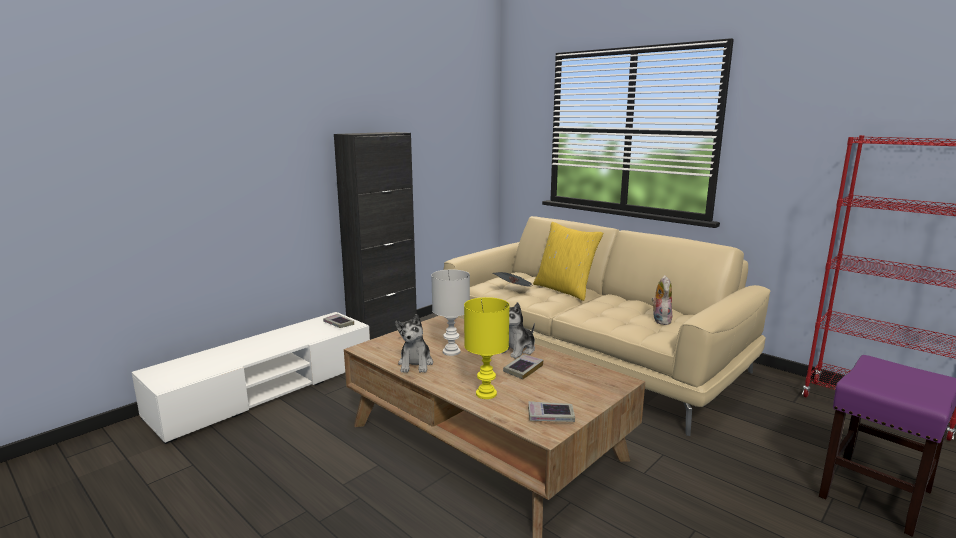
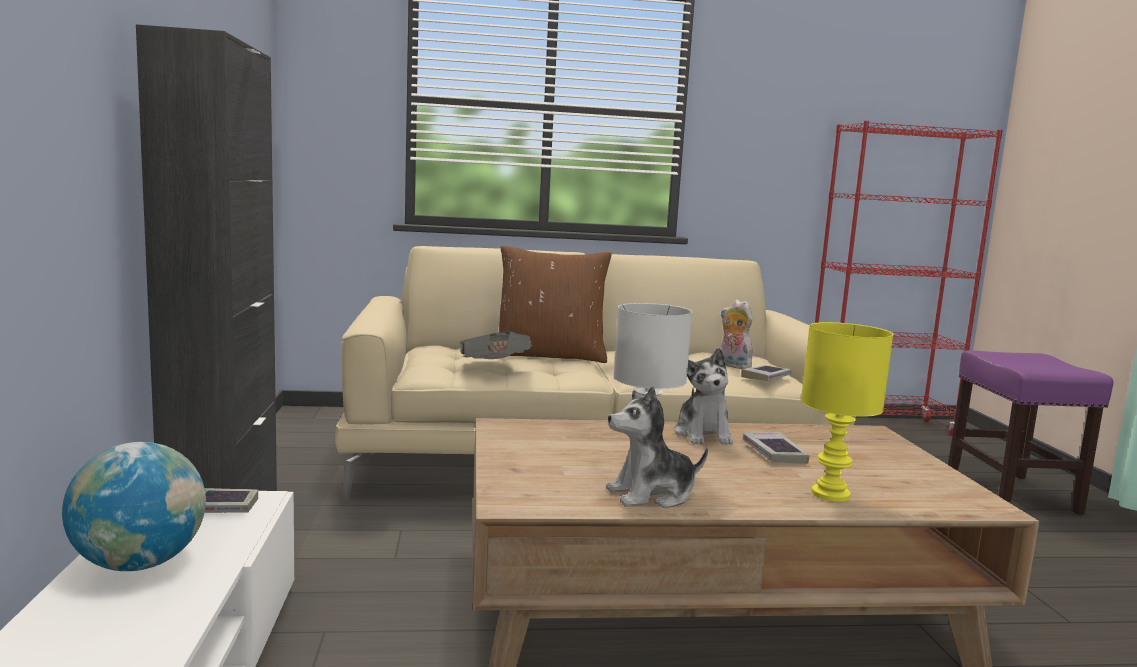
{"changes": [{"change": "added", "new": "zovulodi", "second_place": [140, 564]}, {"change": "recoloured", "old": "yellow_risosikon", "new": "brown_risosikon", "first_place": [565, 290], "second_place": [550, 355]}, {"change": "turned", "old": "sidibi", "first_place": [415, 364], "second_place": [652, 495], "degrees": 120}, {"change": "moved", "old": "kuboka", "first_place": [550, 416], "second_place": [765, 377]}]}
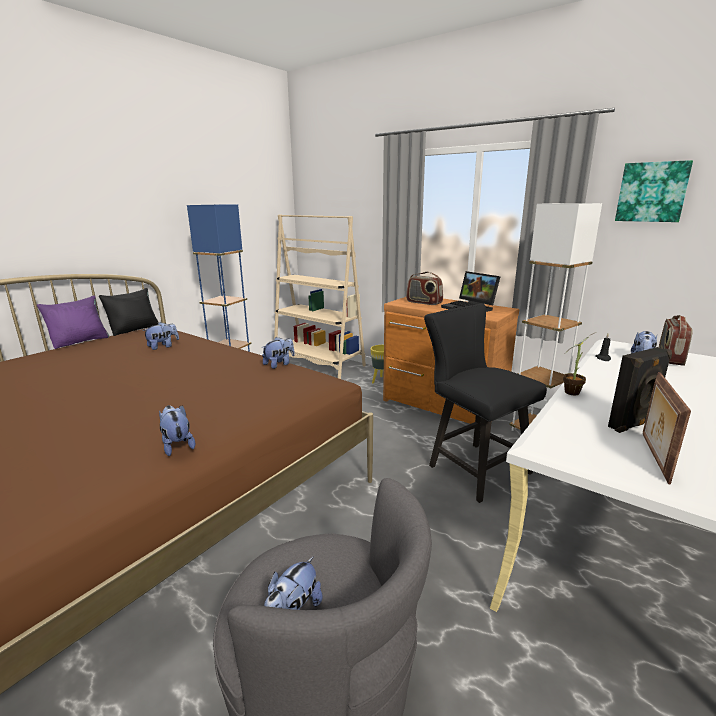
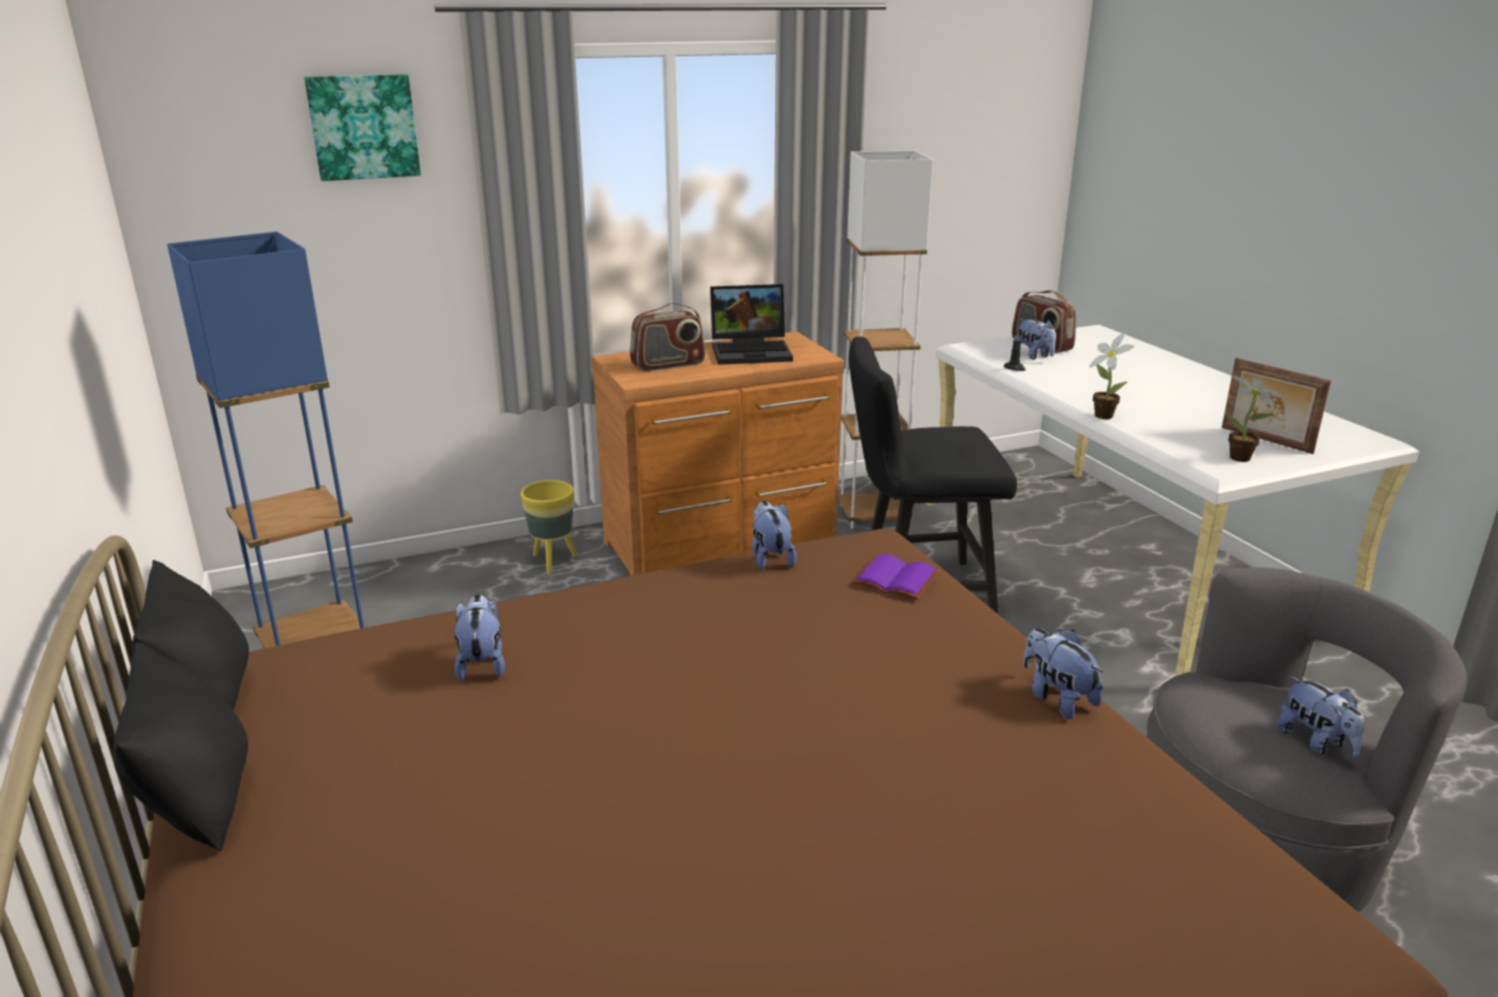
{"changes": [{"change": "recoloured", "old": "purple_risosikon", "new": "black_risosikon", "first_place": [80, 341], "second_place": [198, 802]}, {"change": "moved", "old": "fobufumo", "first_place": [652, 192], "second_place": [363, 127]}, {"change": "added", "new": "purple_kuboka", "second_place": [893, 580]}, {"change": "turned", "old": "sidibi", "first_place": [177, 445], "second_place": [1057, 698], "degrees": 60}, {"change": "added", "new": "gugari", "second_place": [1242, 459]}, {"change": "removed", "old": "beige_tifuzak", "first_place": [318, 363]}, {"change": "removed", "old": "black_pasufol", "first_place": [633, 424]}]}
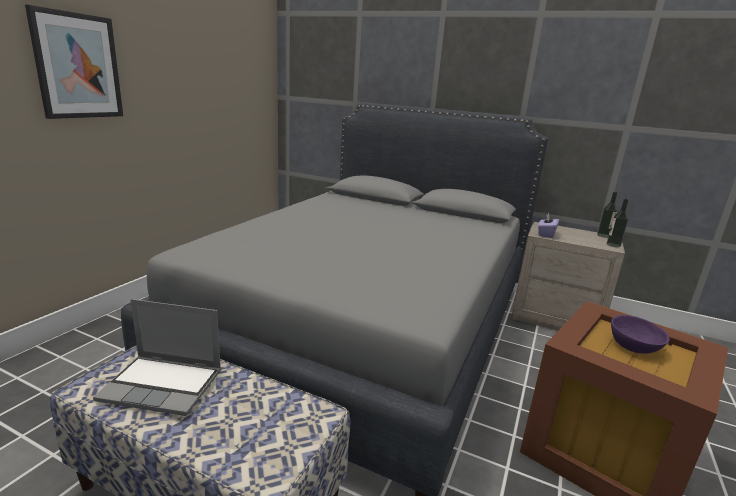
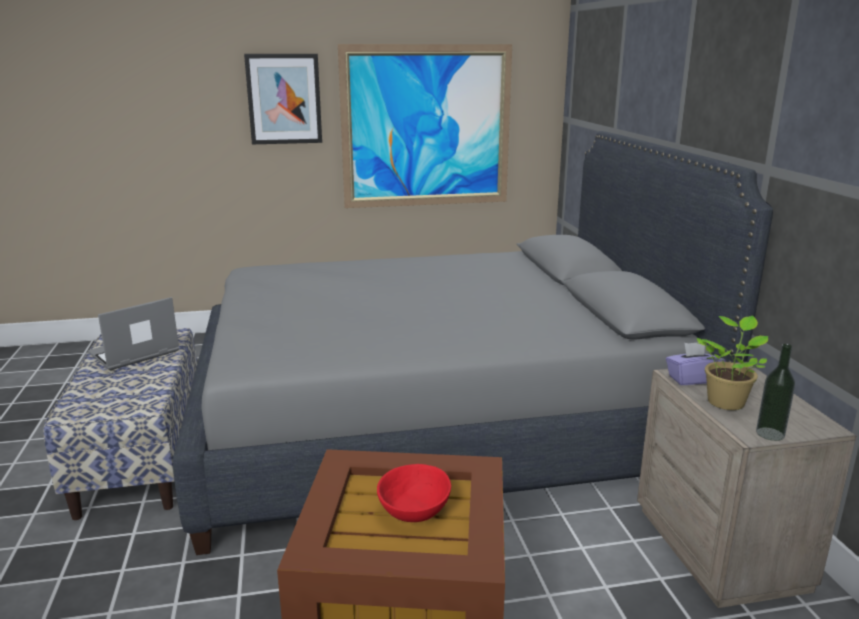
{"changes": [{"change": "turned", "old": "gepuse", "first_place": [164, 385], "second_place": [134, 353], "degrees": 75}, {"change": "added", "new": "fobufumo", "second_place": [426, 127]}, {"change": "recoloured", "old": "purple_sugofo", "new": "red_sugofo", "first_place": [632, 346], "second_place": [414, 510]}, {"change": "added", "new": "gugari", "second_place": [726, 401]}, {"change": "removed", "old": "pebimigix", "first_place": [603, 235]}]}
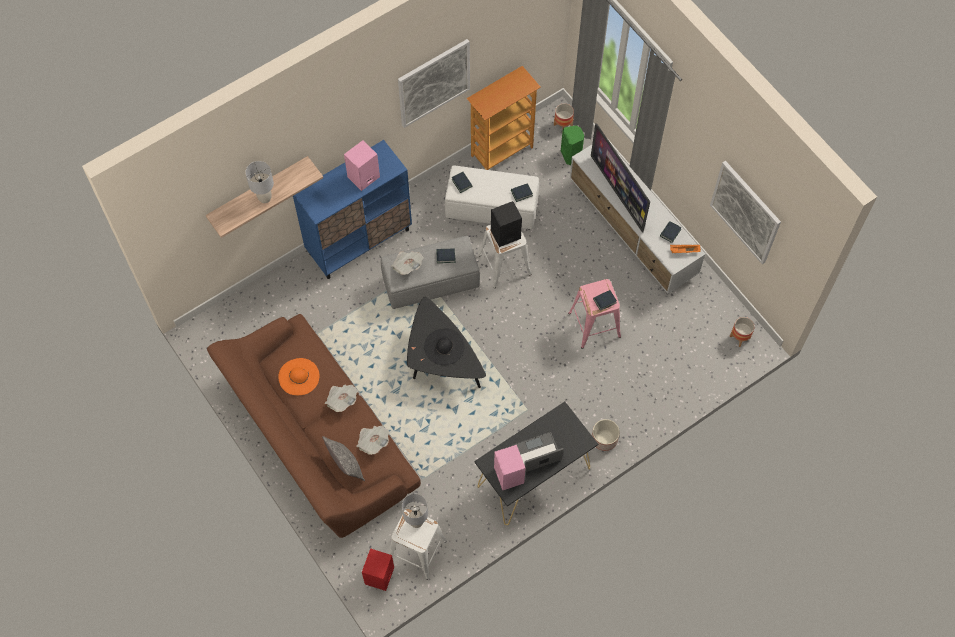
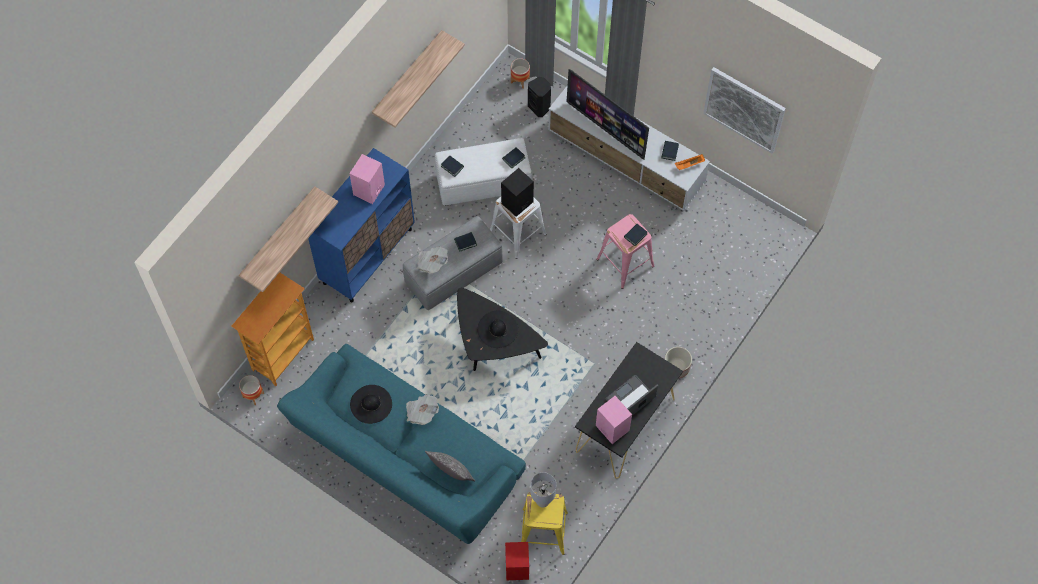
{"changes": [{"change": "moved", "old": "tifuzak", "first_place": [501, 151], "second_place": [282, 354]}, {"change": "moved", "old": "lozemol", "first_place": [739, 337], "second_place": [253, 395]}, {"change": "recoloured", "old": "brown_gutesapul", "new": "turquoise_gutesapul", "first_place": [319, 436], "second_place": [405, 456]}, {"change": "recoloured", "old": "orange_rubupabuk", "new": "black_rubupabuk", "first_place": [299, 376], "second_place": [371, 404]}, {"change": "replaced", "old": "fobufumo", "new": "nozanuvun", "first_place": [433, 82], "second_place": [407, 77]}, {"change": "recoloured", "old": "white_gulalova", "new": "yellow_gulalova", "first_place": [417, 551], "second_place": [543, 532]}, {"change": "recoloured", "old": "green_pasufol", "new": "black_pasufol", "first_place": [571, 155], "second_place": [540, 107]}, {"change": "removed", "old": "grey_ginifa", "first_place": [264, 198]}, {"change": "removed", "old": "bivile", "first_place": [373, 442]}]}
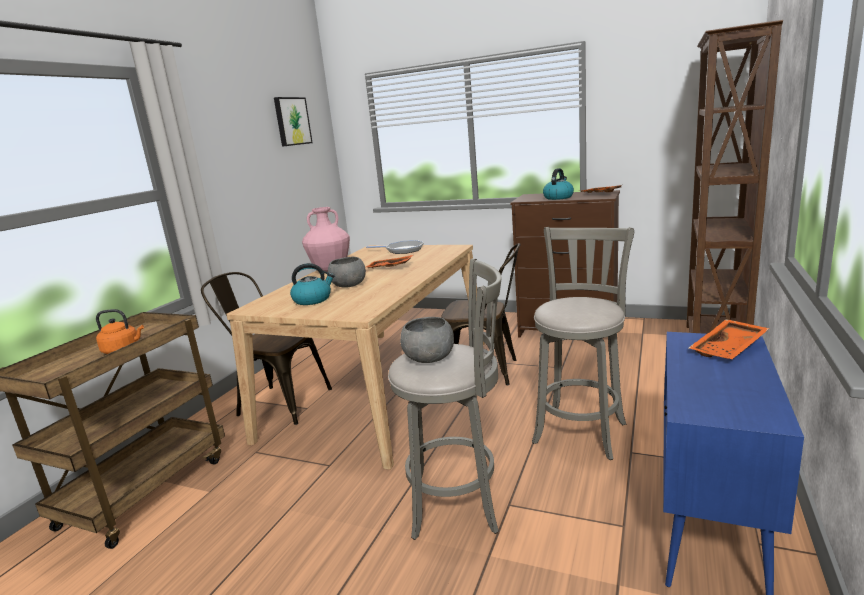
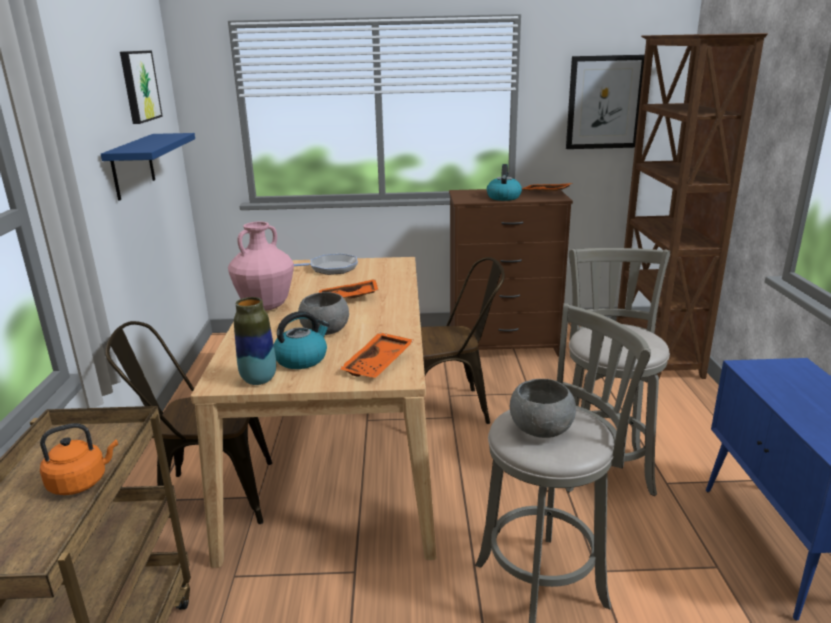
{"changes": [{"change": "added", "new": "blue_nozanuvun", "second_place": [132, 166]}, {"change": "added", "new": "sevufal", "second_place": [259, 379]}, {"change": "moved", "old": "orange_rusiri", "first_place": [729, 349], "second_place": [379, 364]}, {"change": "added", "new": "fobufumo", "second_place": [604, 102]}]}
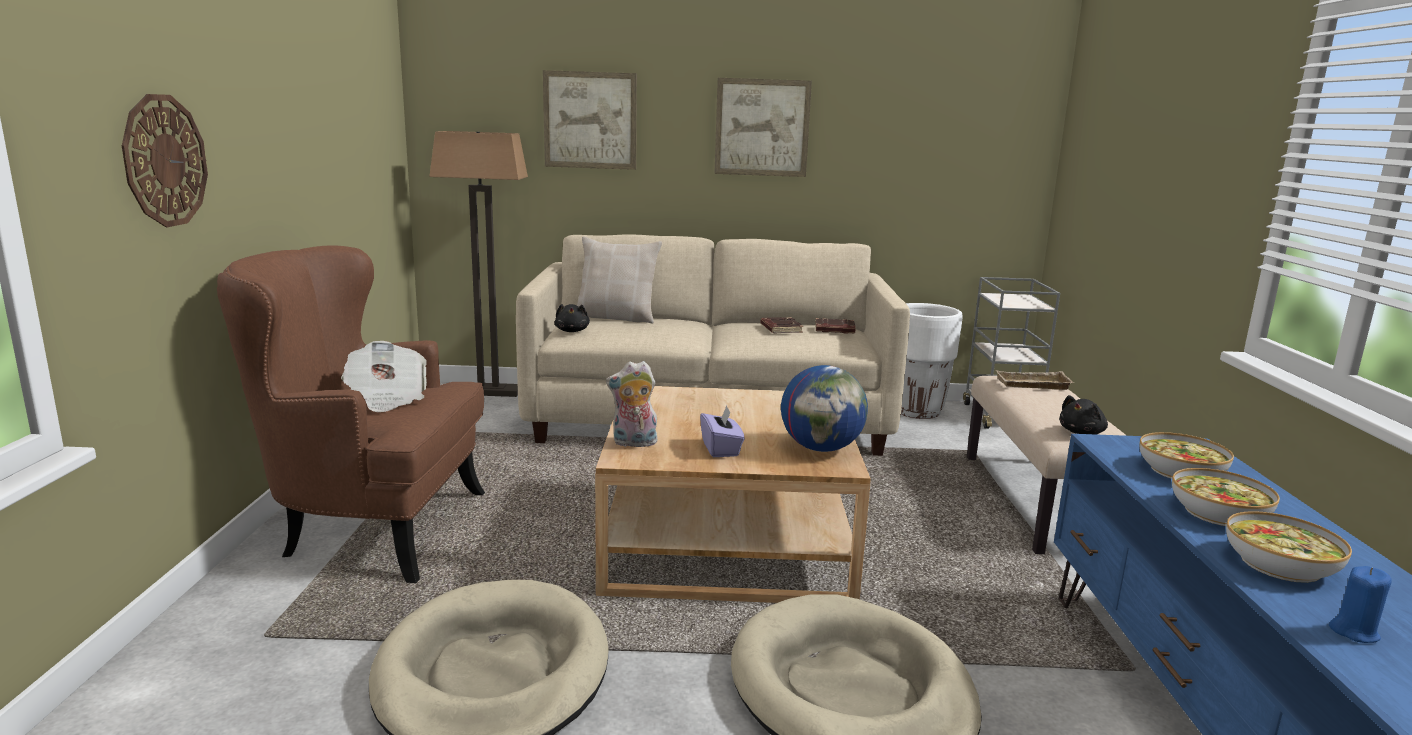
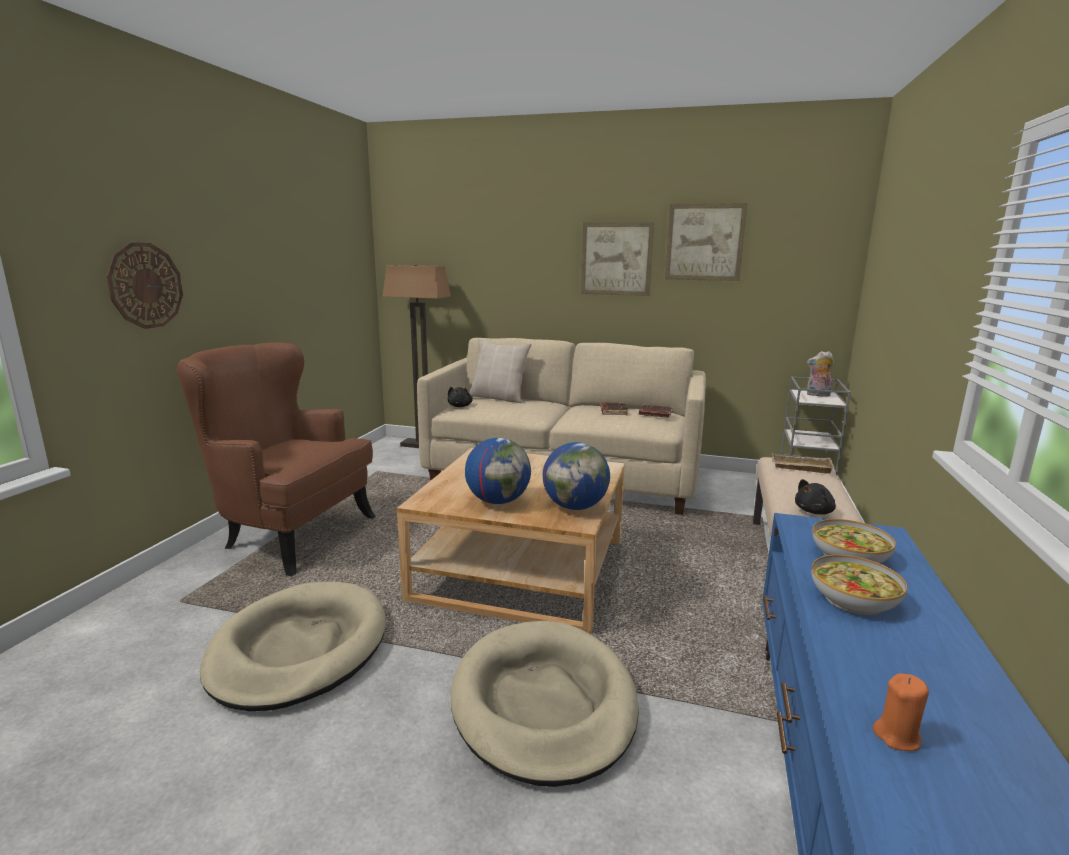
{"changes": [{"change": "replaced", "old": "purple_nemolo", "new": "zovulodi", "first_place": [721, 449], "second_place": [498, 501]}, {"change": "moved", "old": "fobufumo", "first_place": [590, 120], "second_place": [704, 242]}, {"change": "moved", "old": "sidibi", "first_place": [633, 443], "second_place": [817, 395]}, {"change": "recoloured", "old": "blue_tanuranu", "new": "orange_tanuranu", "first_place": [1353, 632], "second_place": [897, 736]}, {"change": "removed", "old": "bivile", "first_place": [387, 398]}, {"change": "removed", "old": "white_lozemol", "first_place": [917, 411]}, {"change": "removed", "old": "sugofo", "first_place": [1280, 564]}]}
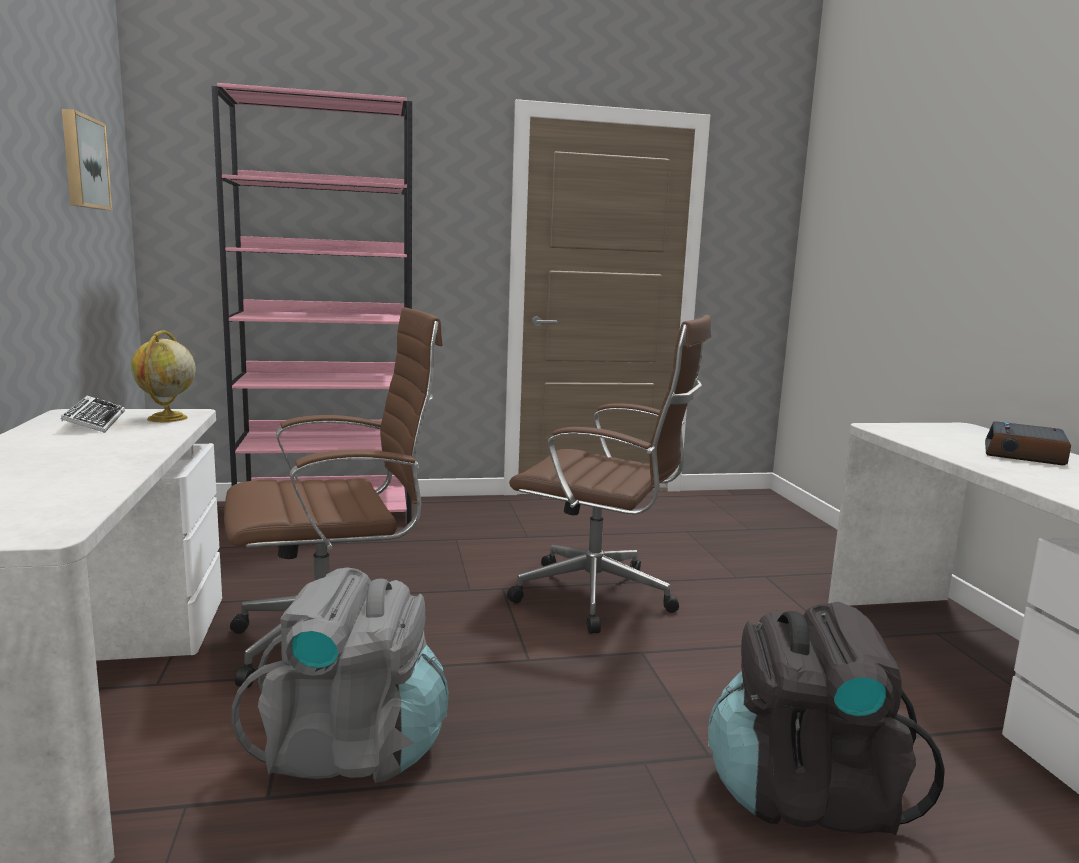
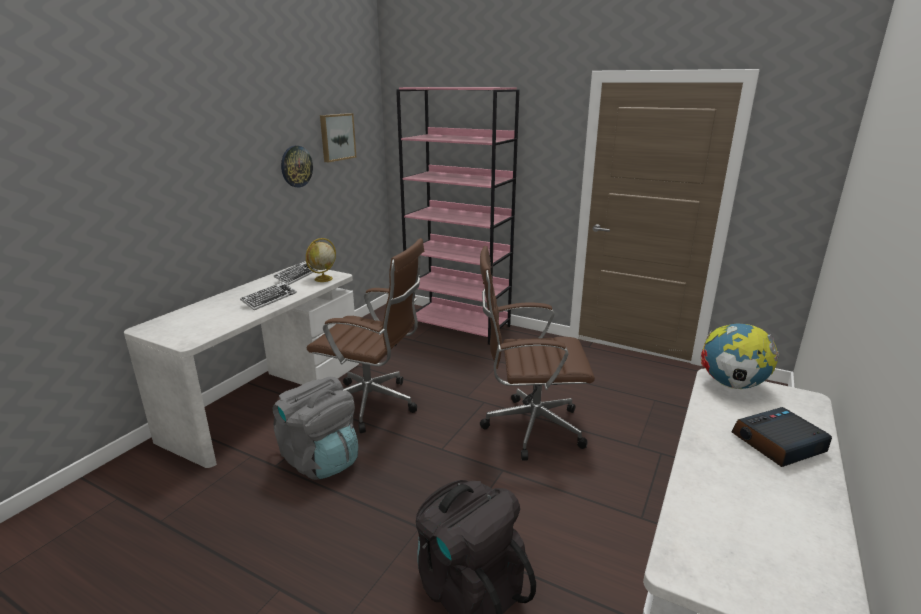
{"changes": [{"change": "added", "new": "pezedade", "second_place": [269, 299]}, {"change": "added", "new": "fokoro", "second_place": [296, 166]}, {"change": "turned", "old": "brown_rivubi", "first_place": [601, 598], "second_place": [528, 428], "degrees": 120}, {"change": "added", "new": "zovulodi", "second_place": [732, 385]}]}
